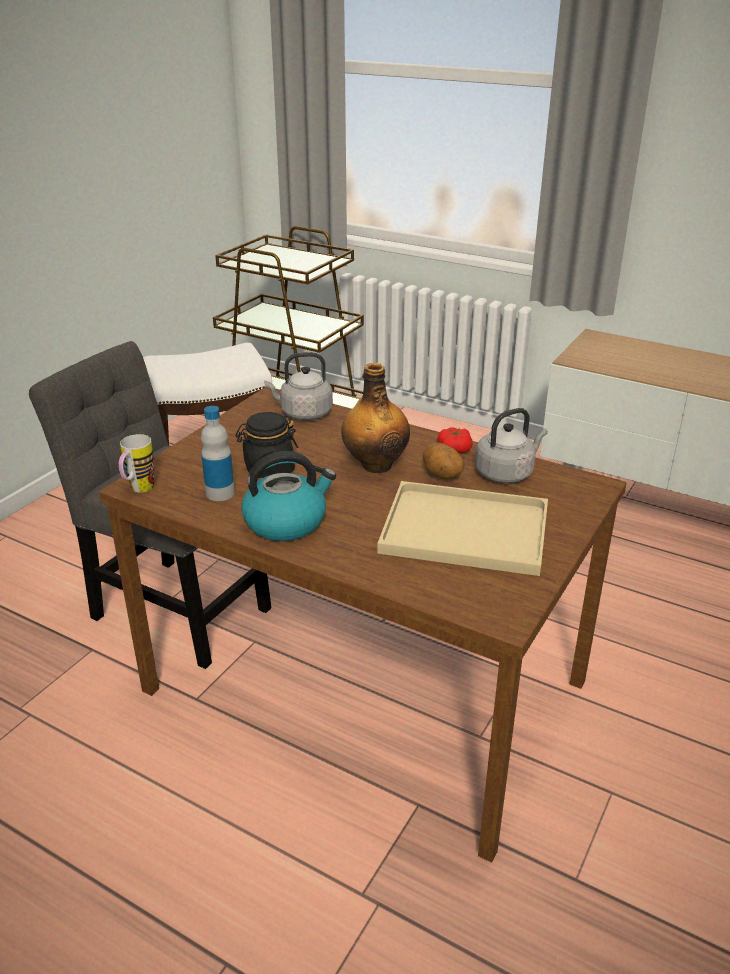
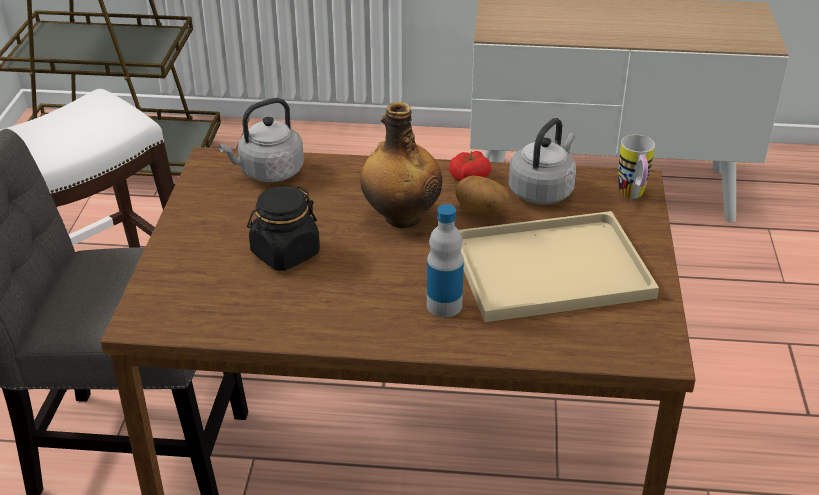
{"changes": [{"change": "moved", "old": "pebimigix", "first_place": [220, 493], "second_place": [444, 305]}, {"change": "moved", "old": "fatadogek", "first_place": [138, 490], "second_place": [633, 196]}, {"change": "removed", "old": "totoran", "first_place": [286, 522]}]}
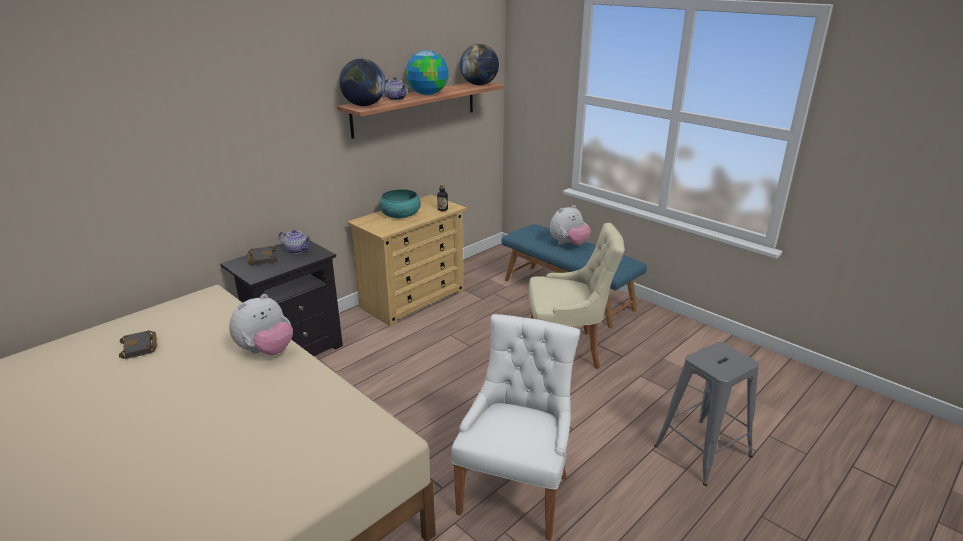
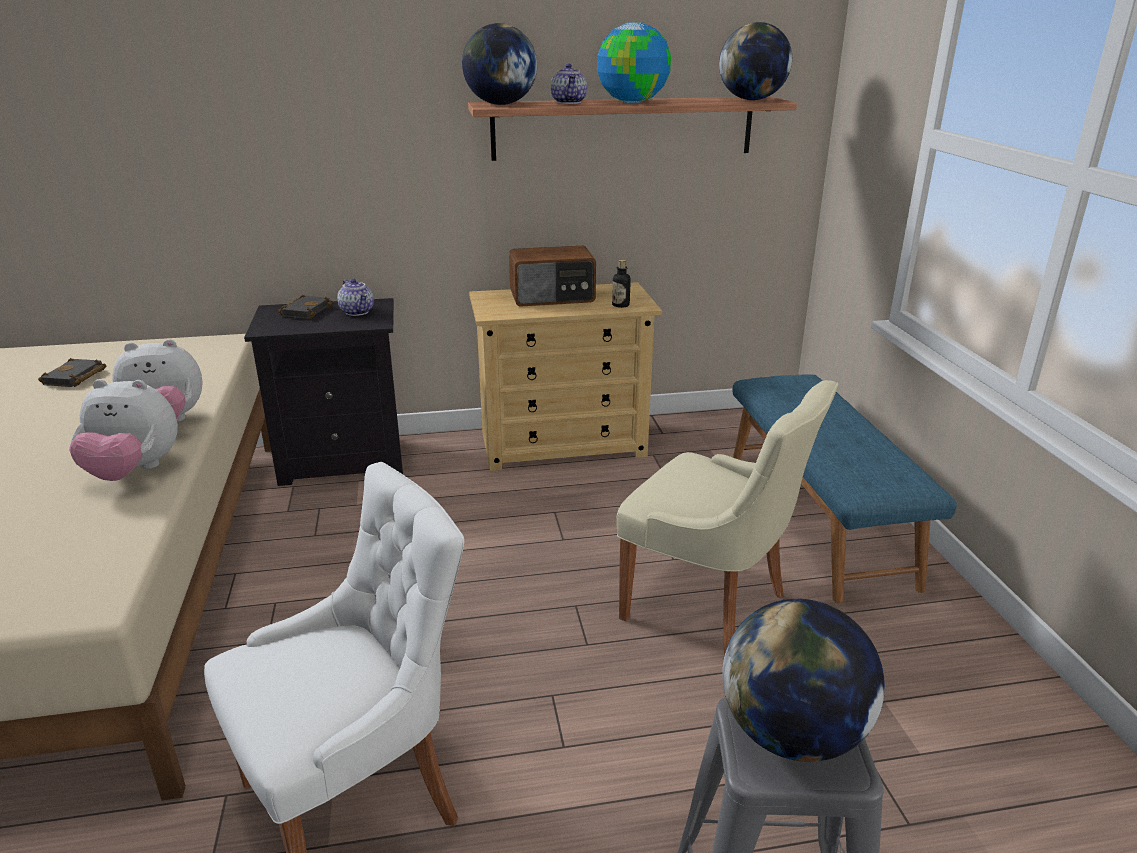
{"changes": [{"change": "moved", "old": "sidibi", "first_place": [568, 244], "second_place": [133, 472]}, {"change": "replaced", "old": "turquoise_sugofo", "new": "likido", "first_place": [400, 213], "second_place": [552, 297]}, {"change": "added", "new": "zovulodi", "second_place": [792, 734]}]}
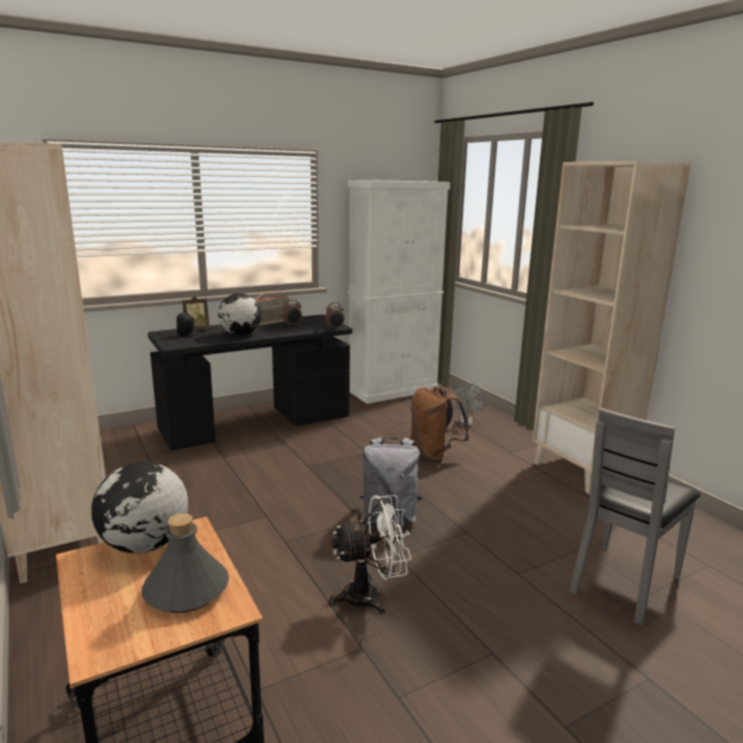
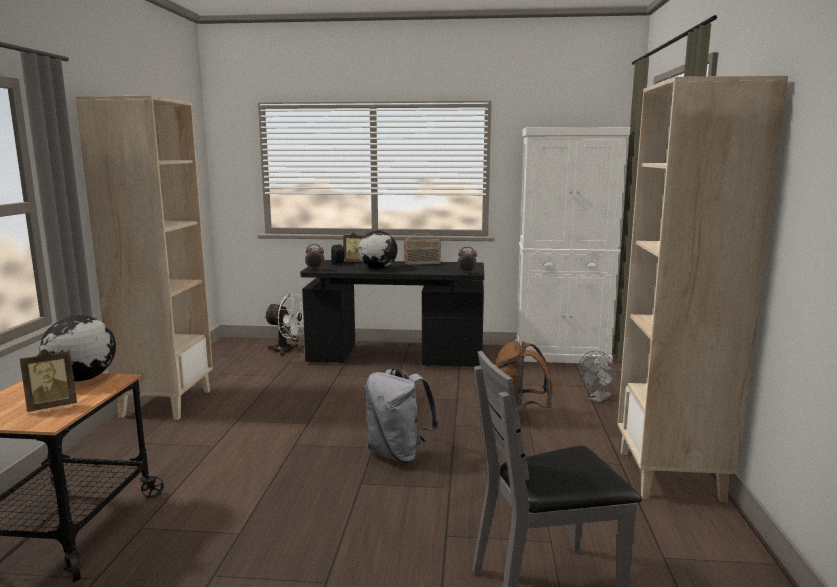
{"changes": [{"change": "replaced", "old": "grey_pebimigix", "new": "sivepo", "first_place": [186, 590], "second_place": [52, 406]}, {"change": "moved", "old": "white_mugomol", "first_place": [371, 596], "second_place": [287, 351]}, {"change": "moved", "old": "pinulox", "first_place": [292, 325], "second_place": [315, 270]}]}
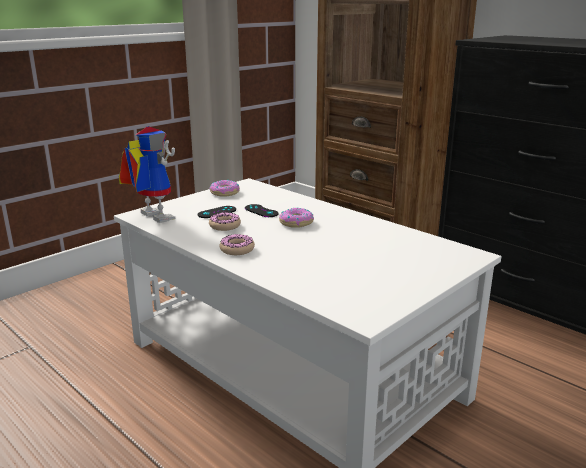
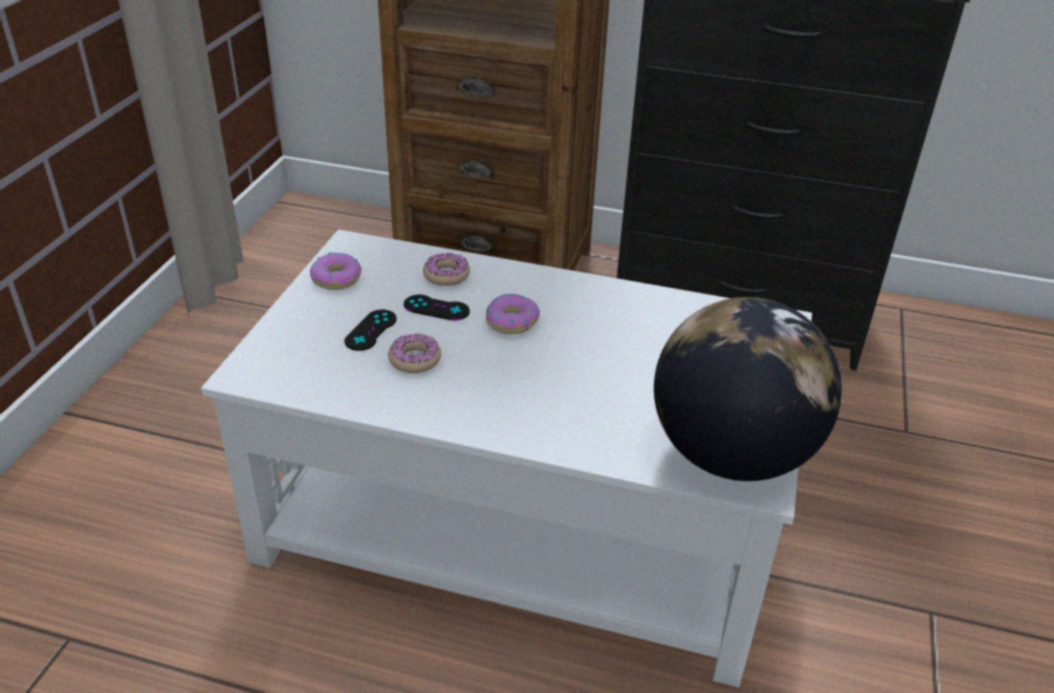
{"changes": [{"change": "moved", "old": "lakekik", "first_place": [237, 249], "second_place": [446, 275]}, {"change": "added", "new": "zovulodi", "second_place": [731, 455]}, {"change": "removed", "old": "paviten", "first_place": [150, 217]}]}
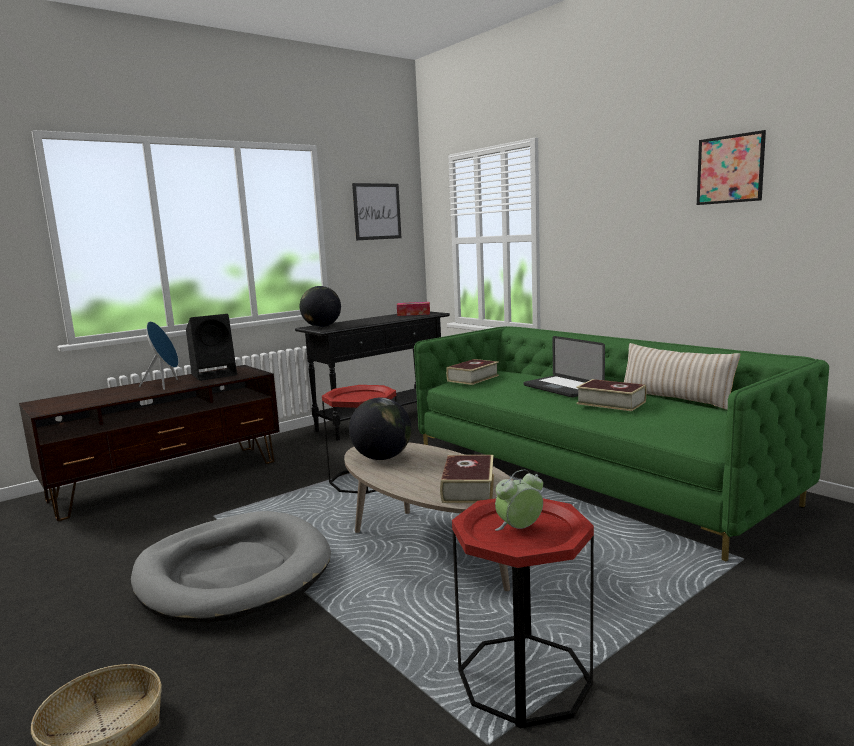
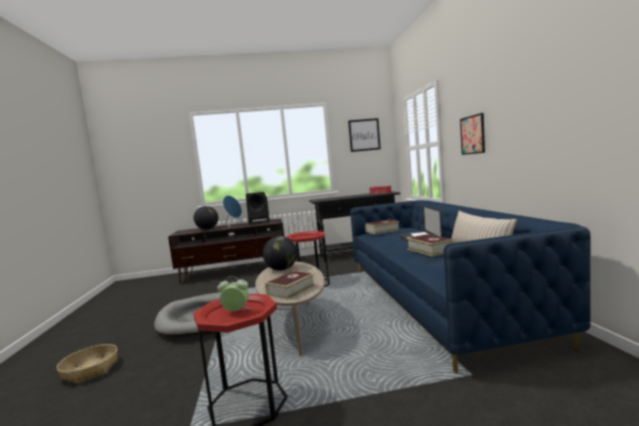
{"changes": [{"change": "moved", "old": "zovulodi", "first_place": [322, 326], "second_place": [207, 229]}, {"change": "recoloured", "old": "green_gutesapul", "new": "blue_gutesapul", "first_place": [588, 475], "second_place": [435, 300]}, {"change": "moved", "old": "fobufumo", "first_place": [730, 169], "second_place": [472, 135]}]}
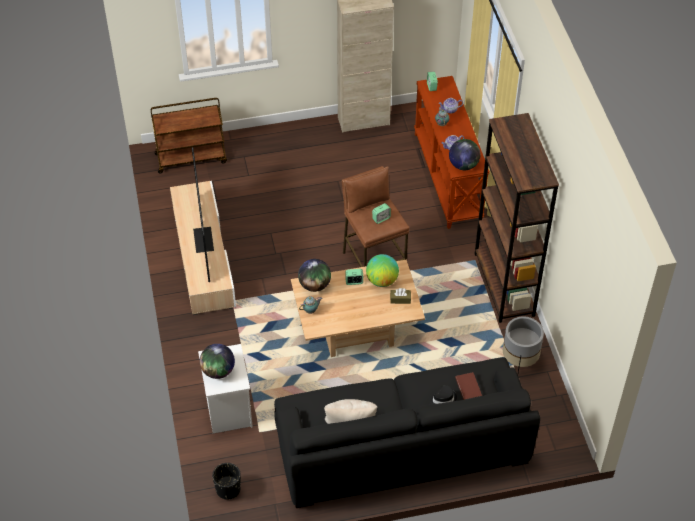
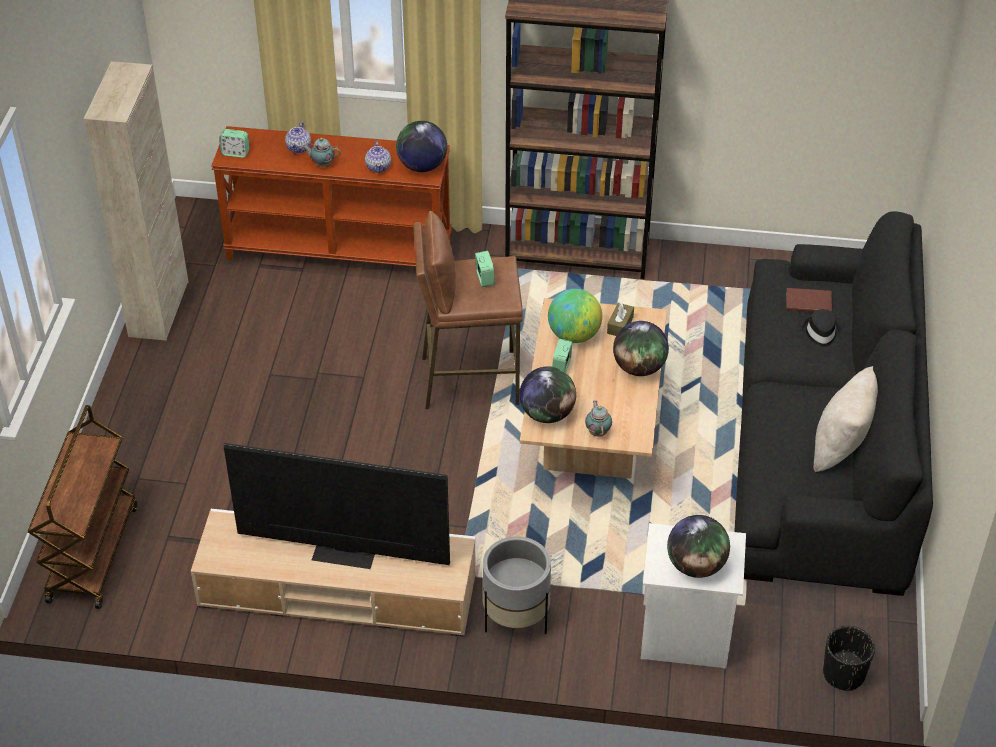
{"changes": [{"change": "moved", "old": "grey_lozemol", "first_place": [519, 361], "second_place": [516, 618]}, {"change": "added", "new": "zovulodi", "second_place": [639, 367]}]}
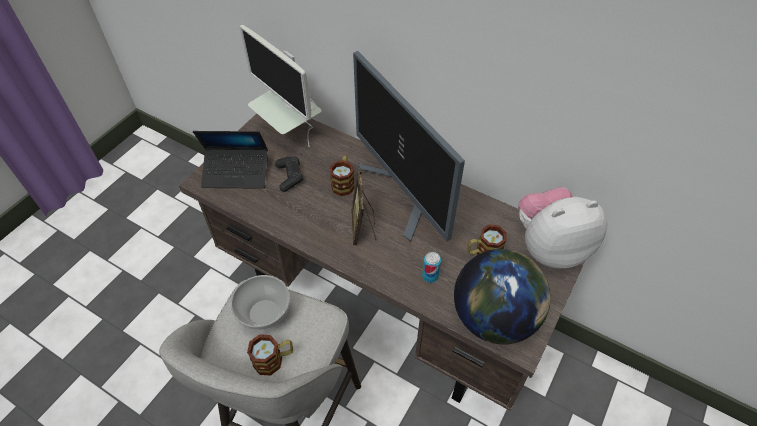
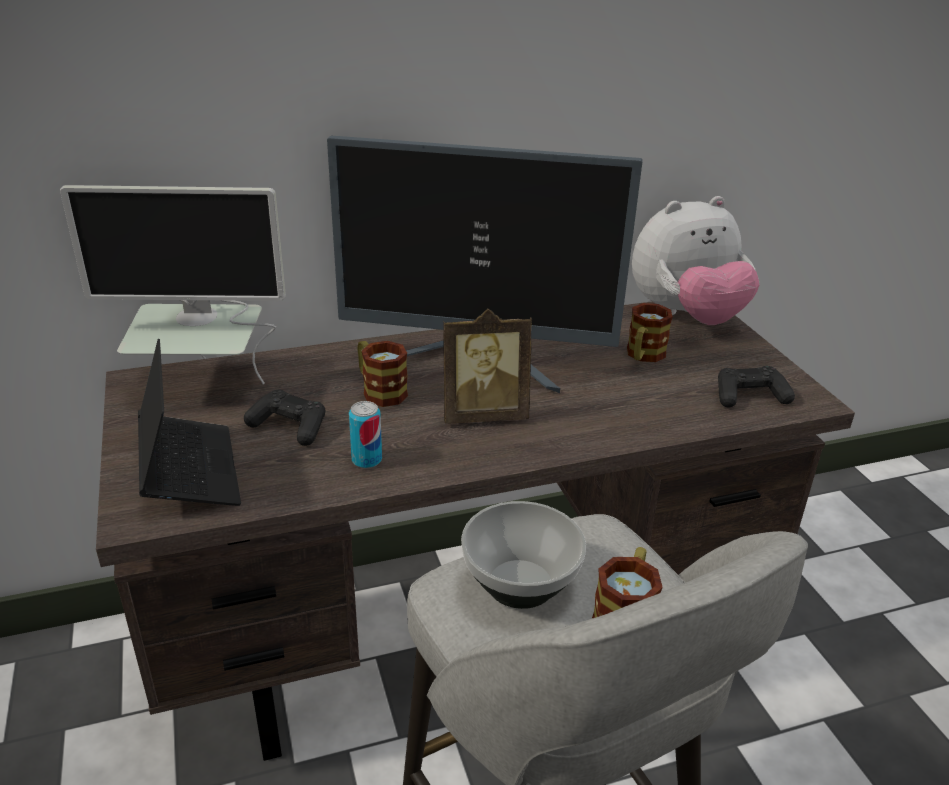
{"changes": [{"change": "turned", "old": "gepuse", "first_place": [236, 173], "second_place": [189, 471], "degrees": -60}, {"change": "moved", "old": "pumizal", "first_place": [430, 276], "second_place": [366, 460]}, {"change": "turned", "old": "sivepo", "first_place": [363, 227], "second_place": [484, 414], "degrees": -45}, {"change": "turned", "old": "sidibi", "first_place": [549, 247], "second_place": [686, 317], "degrees": -135}, {"change": "replaced", "old": "zovulodi", "new": "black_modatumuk", "first_place": [494, 318], "second_place": [749, 396]}]}
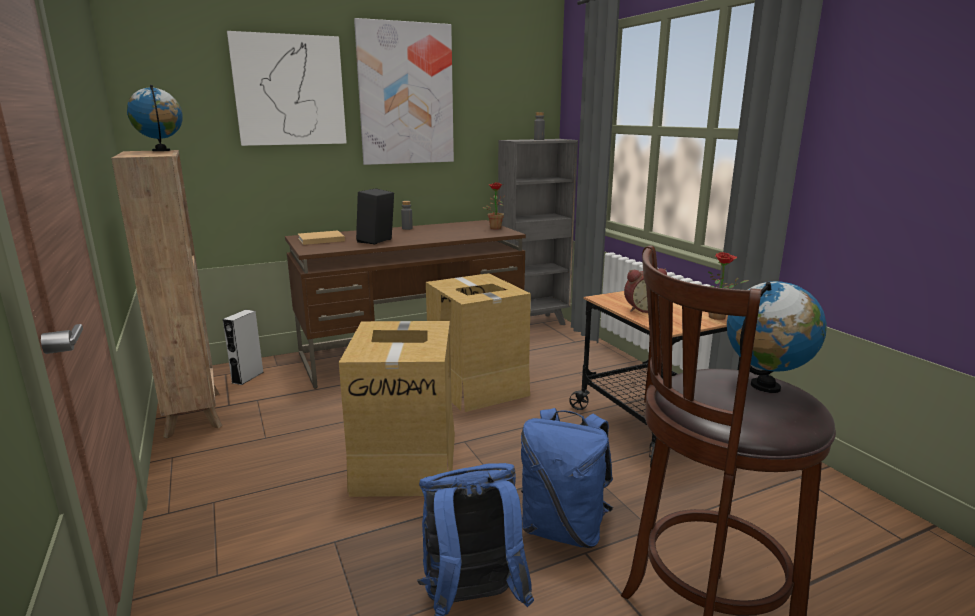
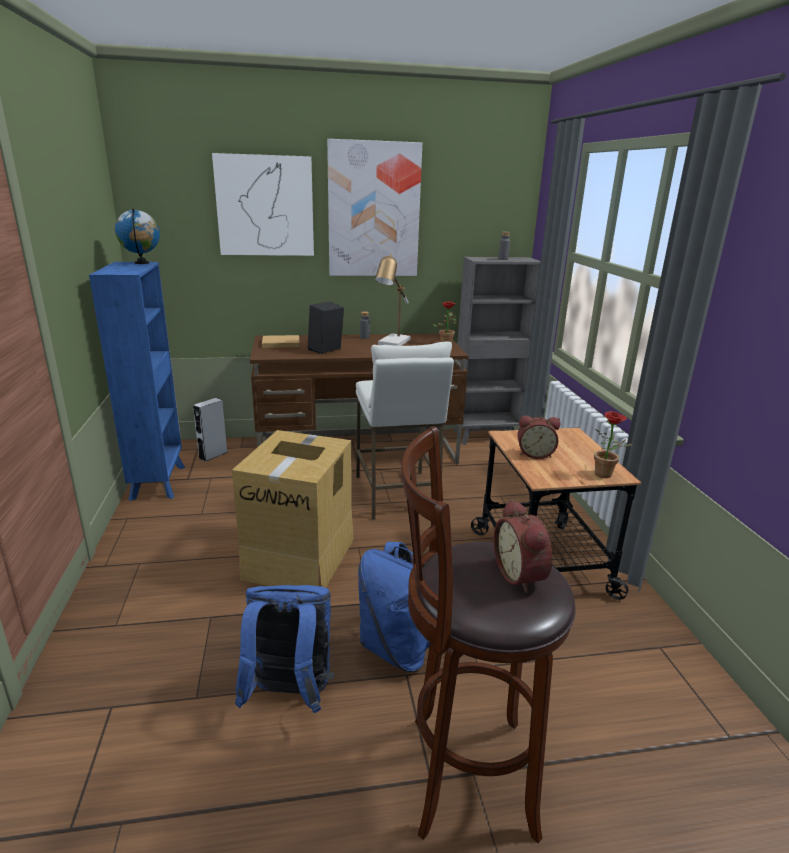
{"changes": [{"change": "recoloured", "old": "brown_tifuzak", "new": "blue_tifuzak", "first_place": [193, 413], "second_place": [159, 482]}, {"change": "replaced", "old": "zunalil", "new": "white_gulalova", "first_place": [476, 386], "second_place": [397, 494]}, {"change": "added", "new": "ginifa", "second_place": [393, 344]}, {"change": "replaced", "old": "zovulodi", "new": "pinulox", "first_place": [765, 387], "second_place": [522, 575]}]}
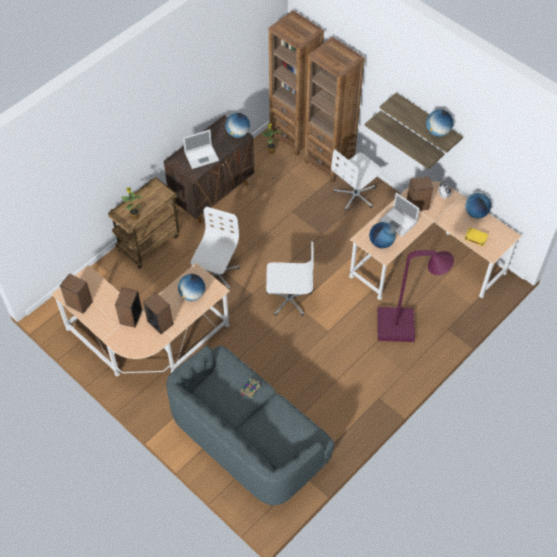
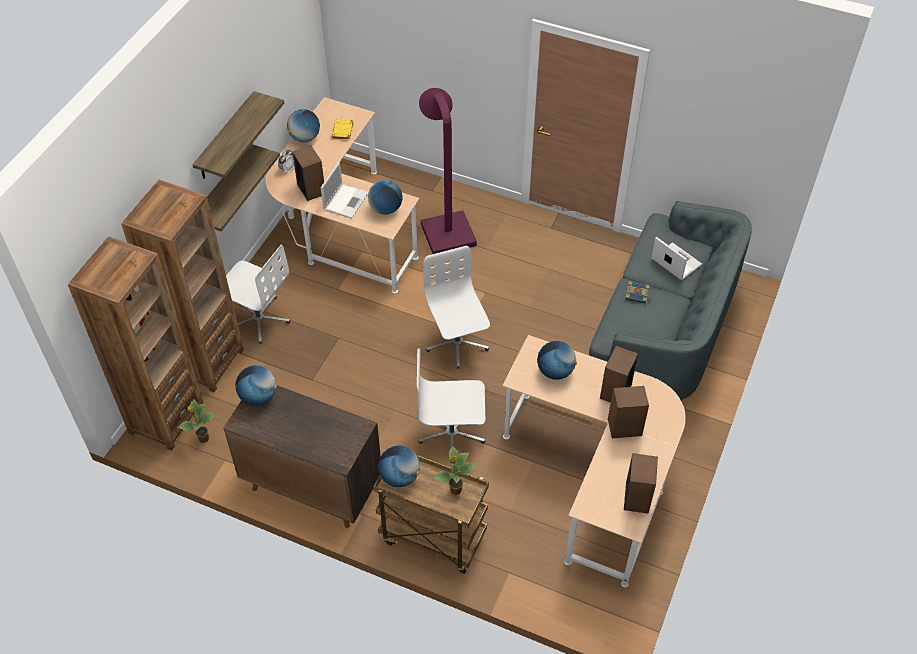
{"changes": [{"change": "moved", "old": "zovulodi", "first_place": [437, 132], "second_place": [399, 477]}, {"change": "moved", "old": "gepuse", "first_place": [202, 156], "second_place": [675, 261]}]}
